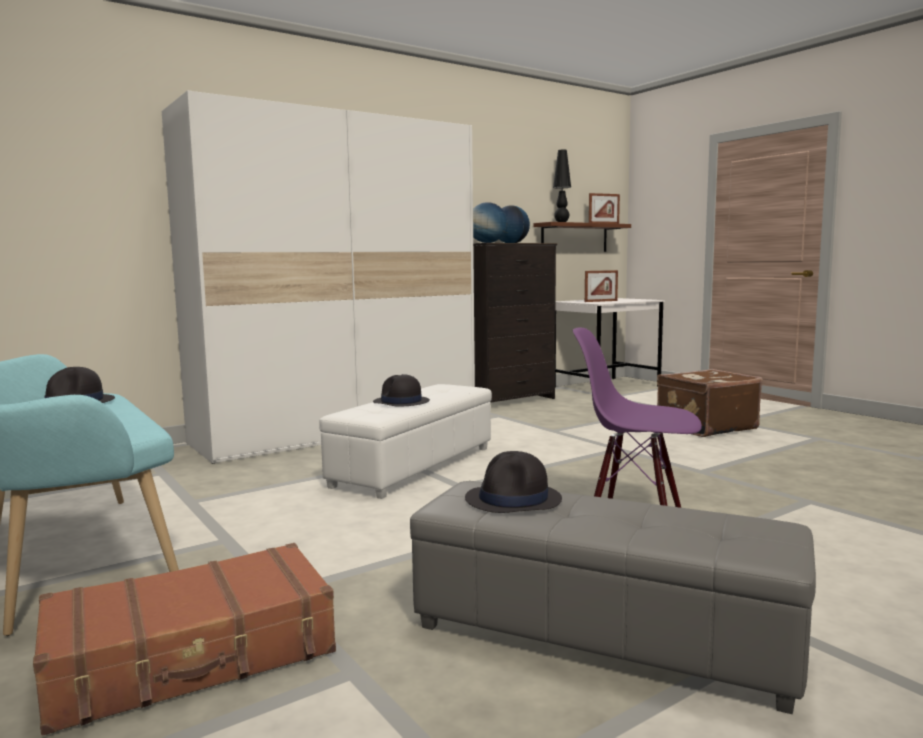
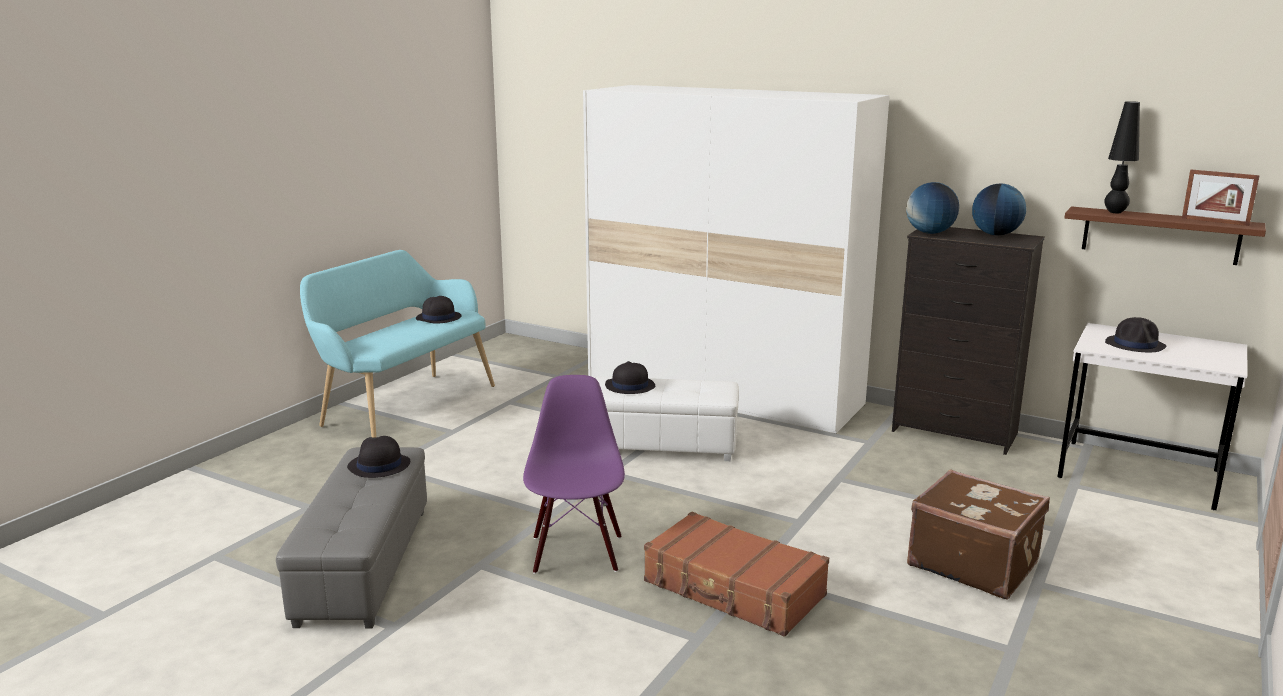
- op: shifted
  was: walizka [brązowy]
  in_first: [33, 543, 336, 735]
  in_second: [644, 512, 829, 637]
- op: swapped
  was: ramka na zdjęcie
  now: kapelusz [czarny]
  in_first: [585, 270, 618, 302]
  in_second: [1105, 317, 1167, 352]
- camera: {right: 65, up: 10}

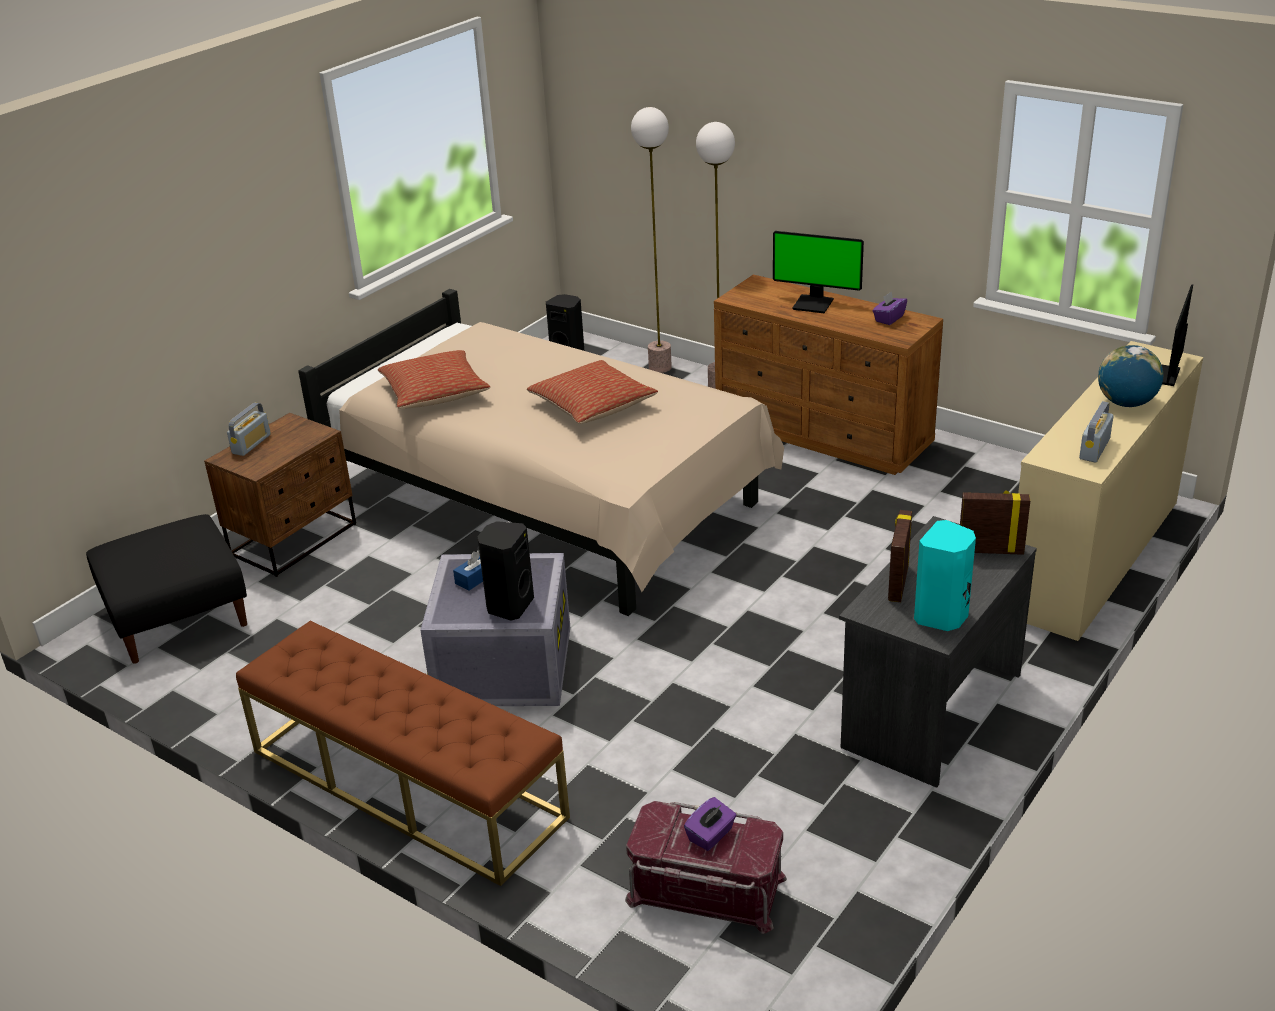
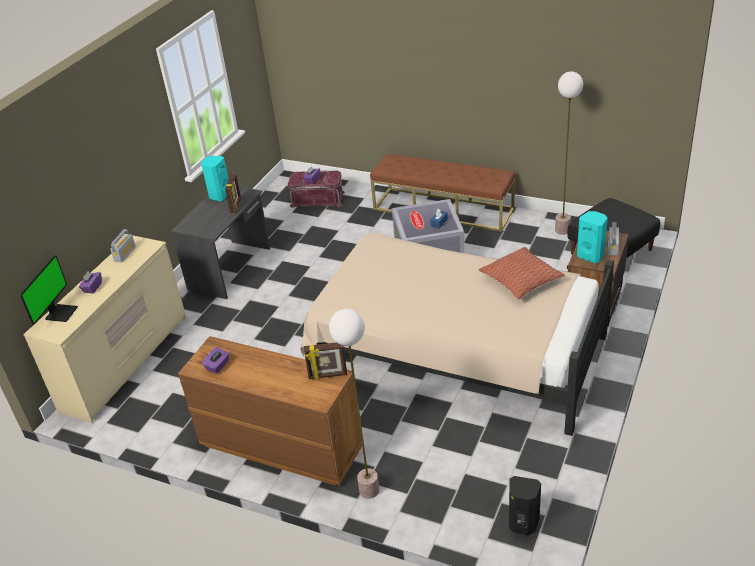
- op: gone
  was: głośnik [czarny]
  in_first: [477, 521, 534, 621]
- op: gone
  was: poduszka
  in_first: [527, 360, 658, 424]
- op: gone
  was: monitor
  in_first: [773, 231, 864, 313]
- op: new
  now: głośnik [turkusowy]
  in_second: [577, 211, 608, 263]
- op: shifted
  was: lampa stojąca
  in_first: [631, 107, 672, 373]
  in_second: [555, 71, 583, 235]
- op: shifted
  was: ramka na zdjęcie
  in_first: [960, 490, 1030, 555]
  in_second: [304, 342, 347, 379]
- op: swapped
  was: globus
  now: pudełko chusteczek [fioletowy]
  in_first: [1098, 345, 1163, 407]
  in_second: [79, 271, 102, 294]
- camera: {right: 170, up: 5}

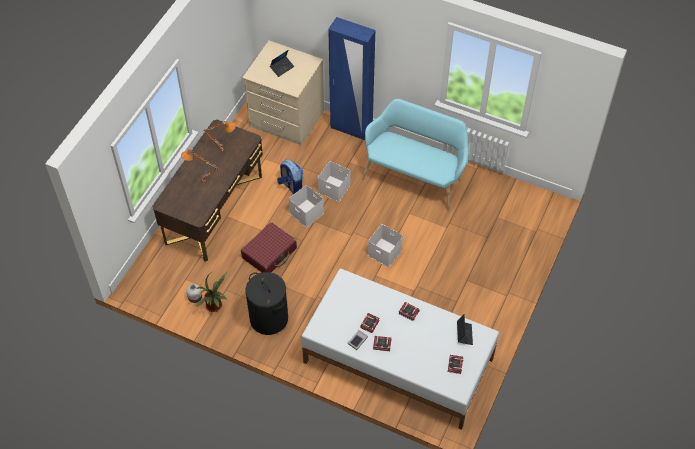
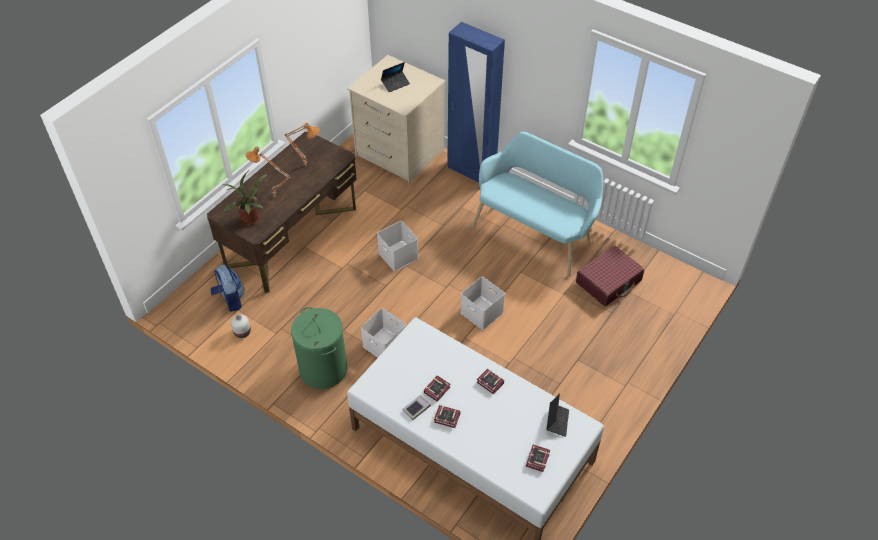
- op: shifted
  was: roślina doniczkowa
  in_first: [196, 271, 228, 312]
  in_second: [223, 172, 267, 225]
- op: shifted
  was: walizka [czerwony]
  in_first: [241, 222, 297, 273]
  in_second: [576, 245, 644, 306]
- op: shifted
  was: plecak
  in_first: [277, 159, 303, 194]
  in_second: [210, 264, 245, 312]
- op: shifted
  was: pojemnik do przechowywania [biały]
  in_first: [318, 161, 351, 202]
  in_second: [361, 308, 406, 358]
- op: repainted
  was: kosz na pranie [czarny]
  now: kosz na pranie [zielony]
  in_first: [245, 272, 288, 335]
  in_second: [291, 307, 347, 389]
- camera: {right: 10, up: -5}

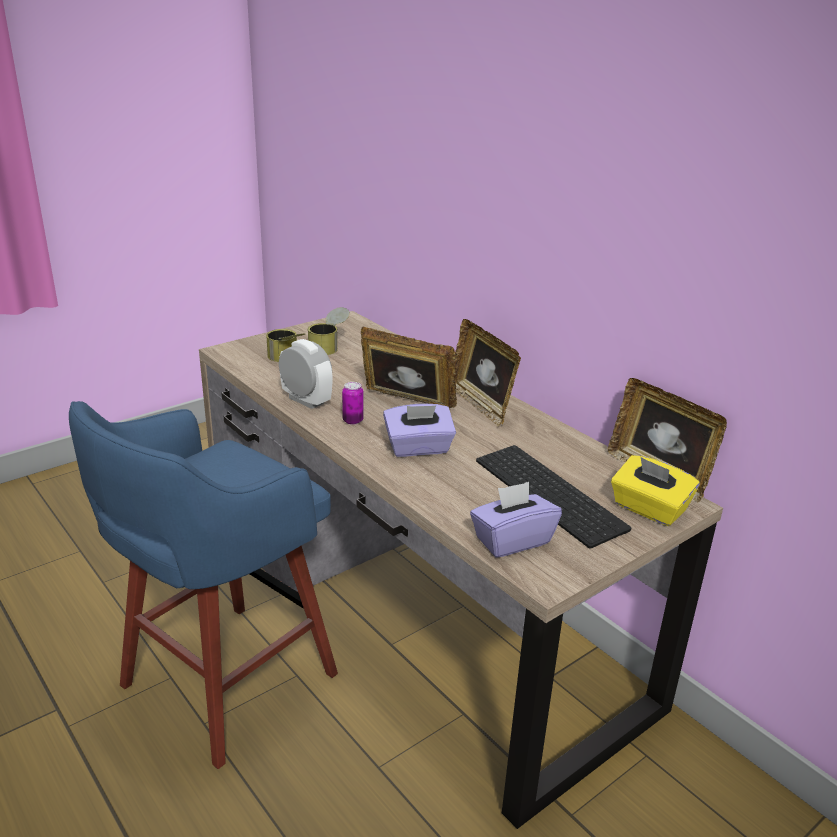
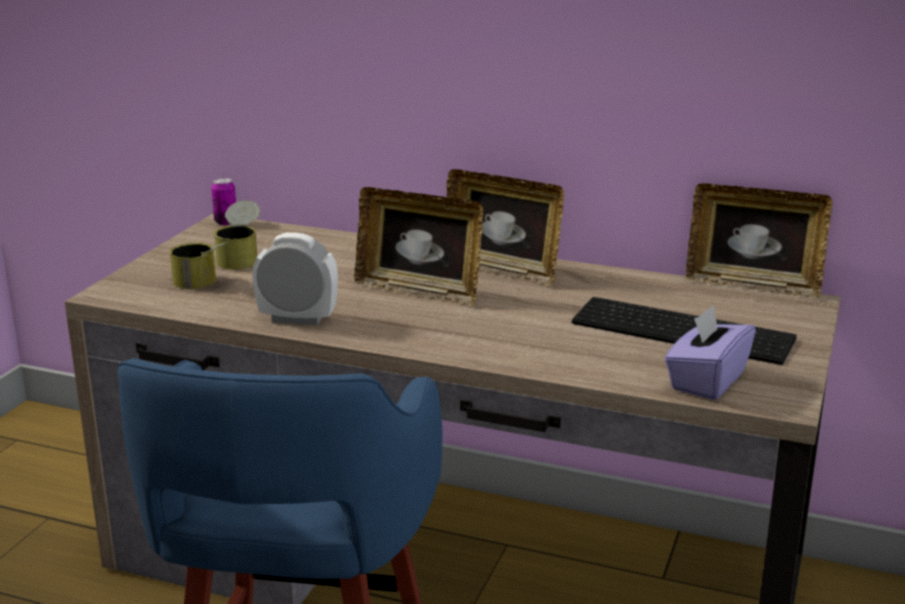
- op: gone
  was: pudełko chusteczek [fioletowy]
  in_first: [383, 404, 456, 457]
- op: gone
  was: pudełko chusteczek [żółty]
  in_first: [611, 455, 700, 526]
- op: shifted
  was: puszka
  in_first: [342, 382, 363, 425]
  in_second: [211, 178, 236, 225]
- op: rotated
  was: ramka na zdjęcie
  in_first: [361, 326, 457, 408]
  in_second: [354, 187, 483, 306]
  clockwise: -150
- camera: {right: -30, up: -5}

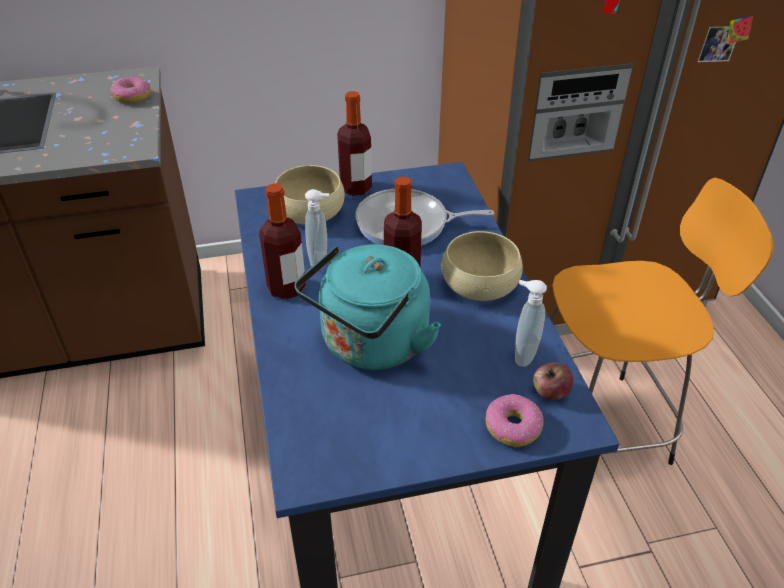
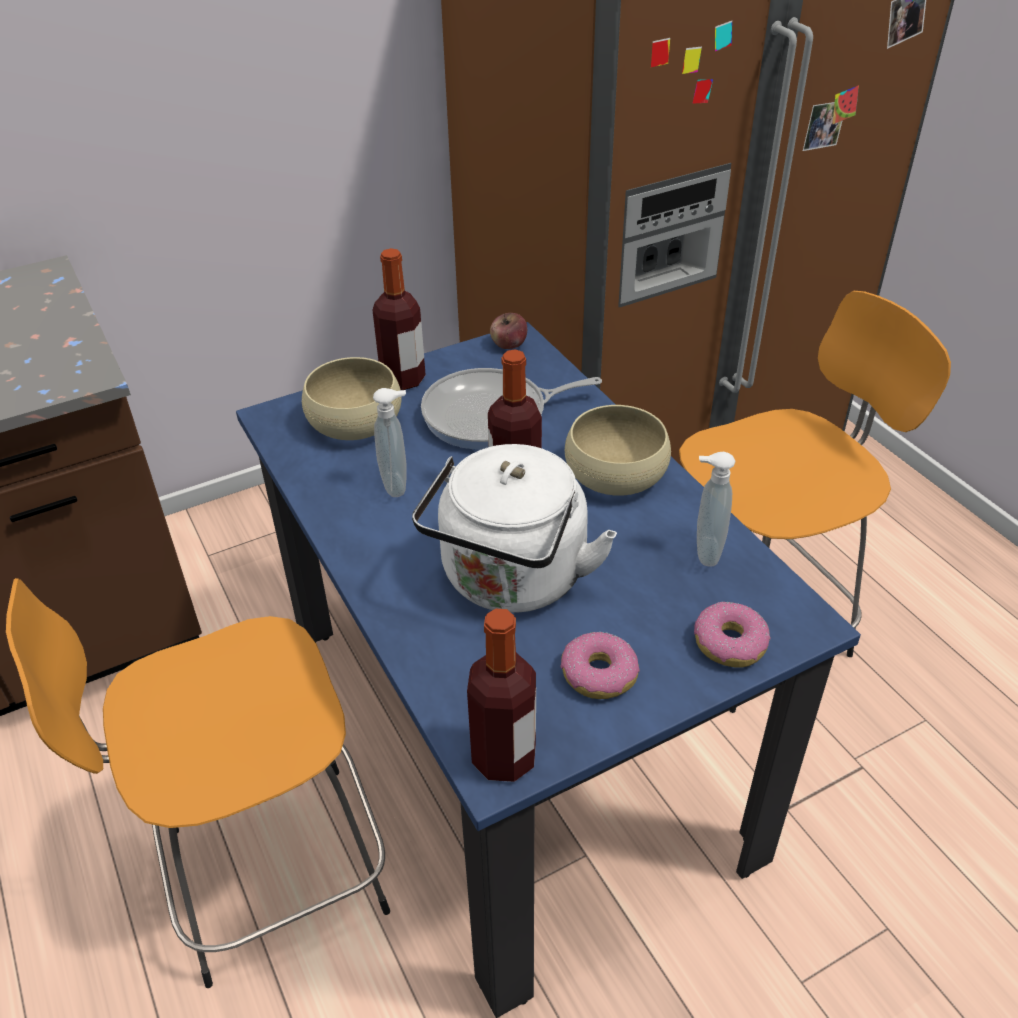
- op: new
  now: stołek [pomarańczowy]
  in_second: [6, 578, 390, 988]
- op: shifted
  was: donut
  in_first: [111, 77, 151, 103]
  in_second: [560, 632, 640, 699]
- op: shifted
  was: butelka
  in_first: [259, 183, 306, 300]
  in_second: [467, 609, 536, 782]
- op: shifted
  was: jabłko
  in_first: [533, 362, 573, 400]
  in_second: [490, 313, 527, 349]
- op: repainted
  was: czajnik [turkusowy]
  now: czajnik [biały]
  in_first: [294, 244, 441, 370]
  in_second: [412, 444, 617, 613]
- camera: {right: -15, up: 0}

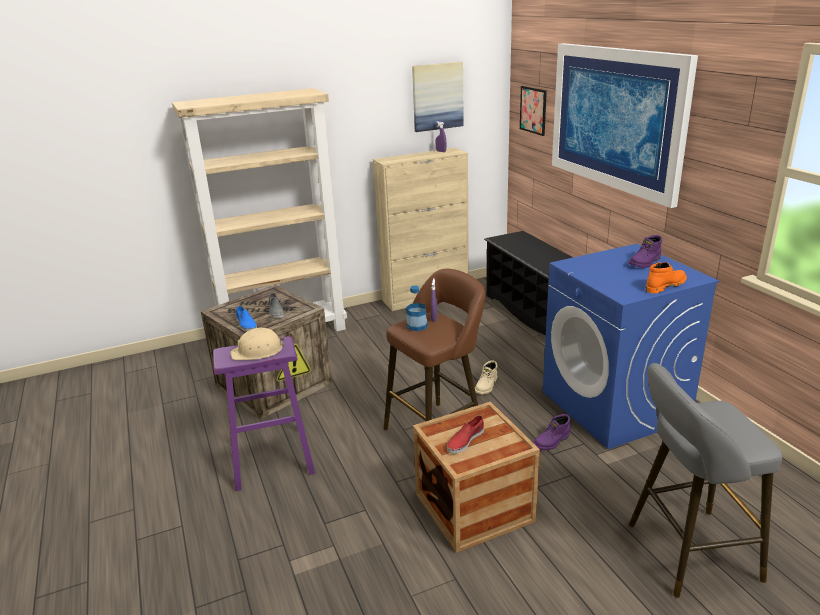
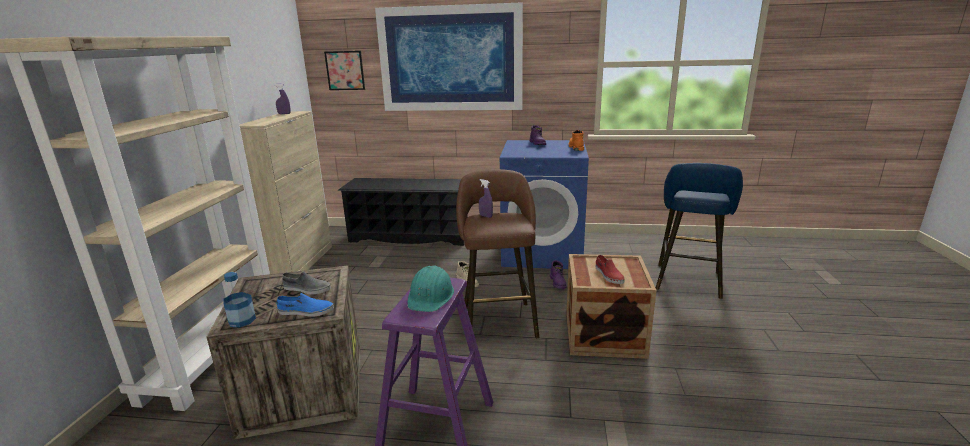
- op: gone
  was: obraz
  in_first: [412, 62, 464, 132]
- op: shifted
  was: butelka
  in_first: [406, 285, 428, 331]
  in_second: [223, 272, 256, 327]
- op: repainted
  was: kask [beżowy]
  now: kask [turkusowy]
  in_first: [231, 328, 285, 360]
  in_second: [407, 266, 454, 312]
- op: repainted
  was: stołek [szary]
  now: stołek [niebieski]
  in_first: [629, 363, 783, 598]
  in_second: [656, 163, 743, 299]
- camera: {right: -60, up: -5}

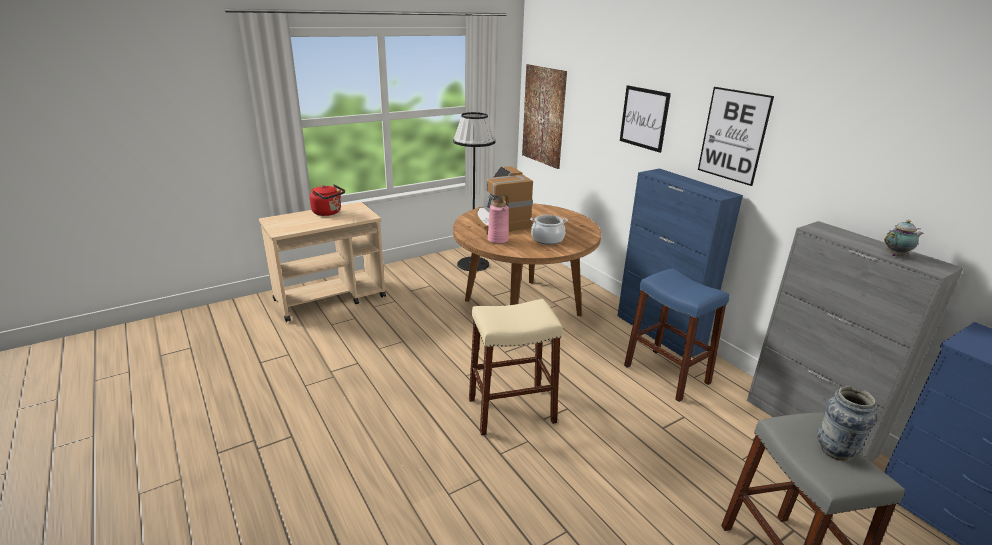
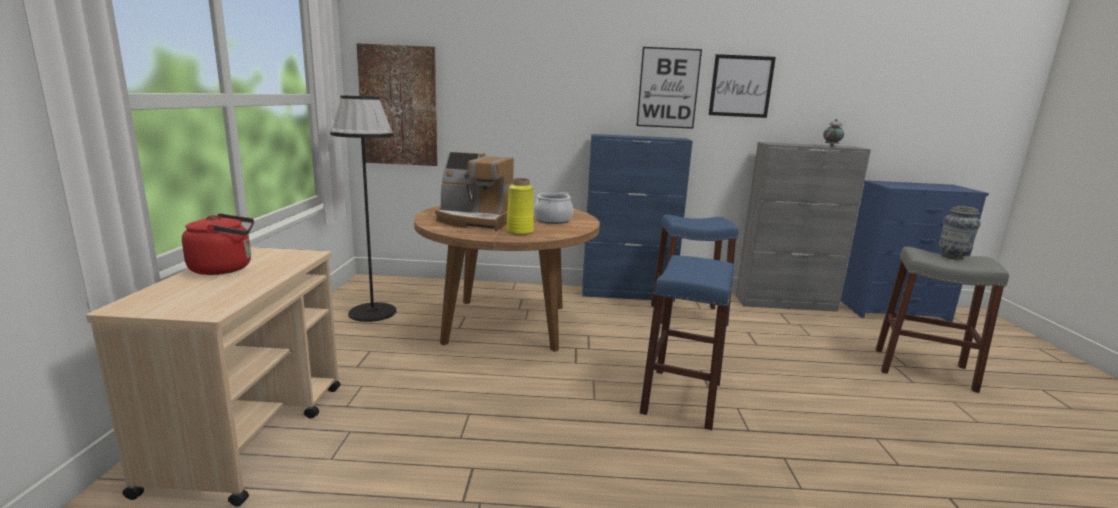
- op: shifted
  was: obraz
  in_first: [620, 85, 671, 153]
  in_second: [709, 54, 776, 118]
- op: repainted
  was: stołek [beżowy]
  now: stołek [niebieski]
  in_first: [469, 299, 563, 436]
  in_second: [640, 255, 734, 430]
- op: repainted
  was: wazon [różowy]
  now: wazon [żółty]
  in_first: [488, 199, 509, 244]
  in_second: [506, 178, 534, 235]
- camera: {right: -55, up: -10}

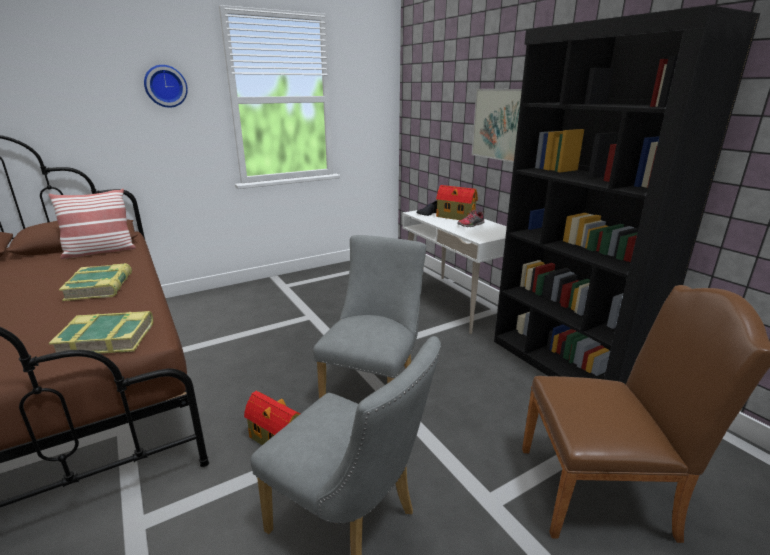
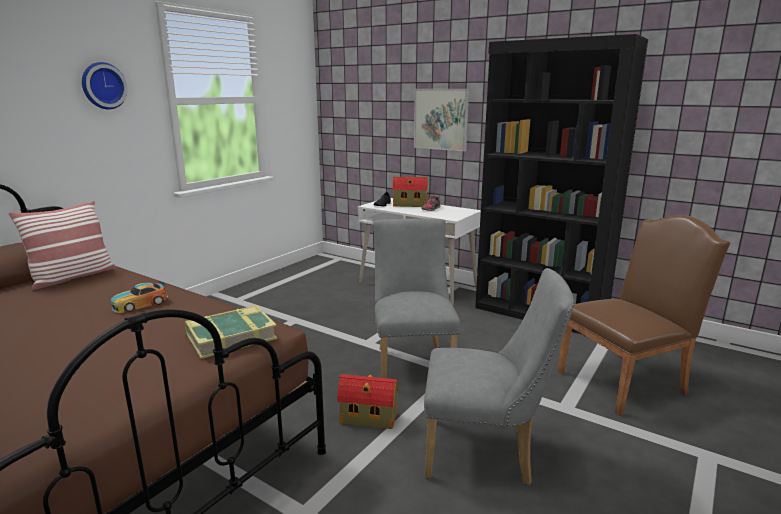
- op: swapped
  was: książka
  now: samochodzik
  in_first: [59, 263, 132, 301]
  in_second: [111, 281, 168, 313]
- camera: {right: -25, up: -5}

